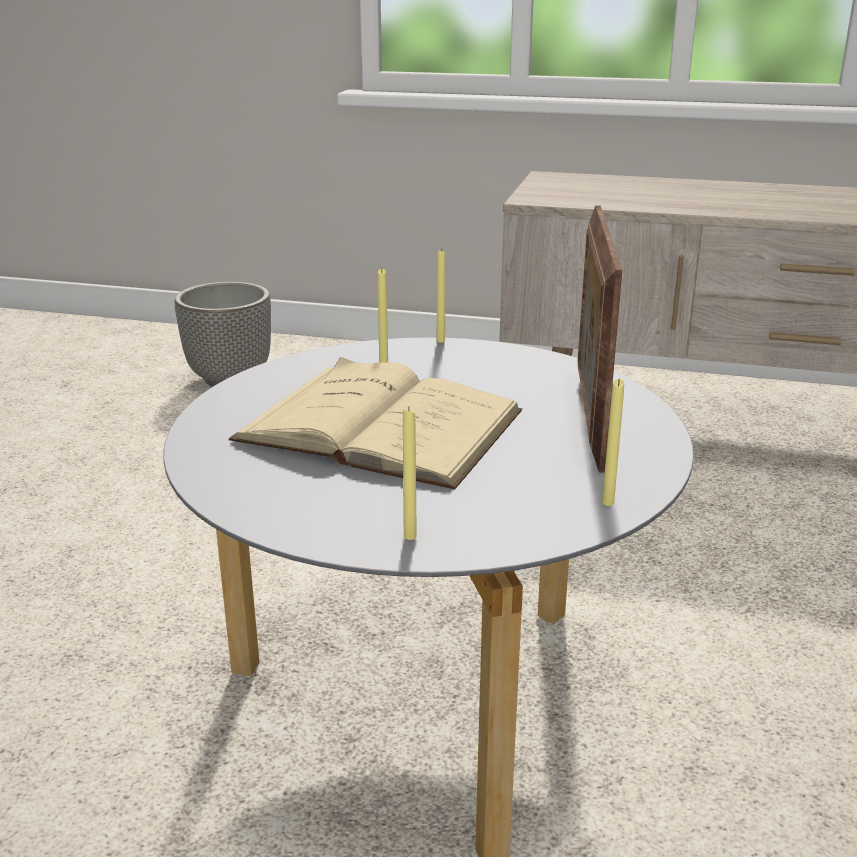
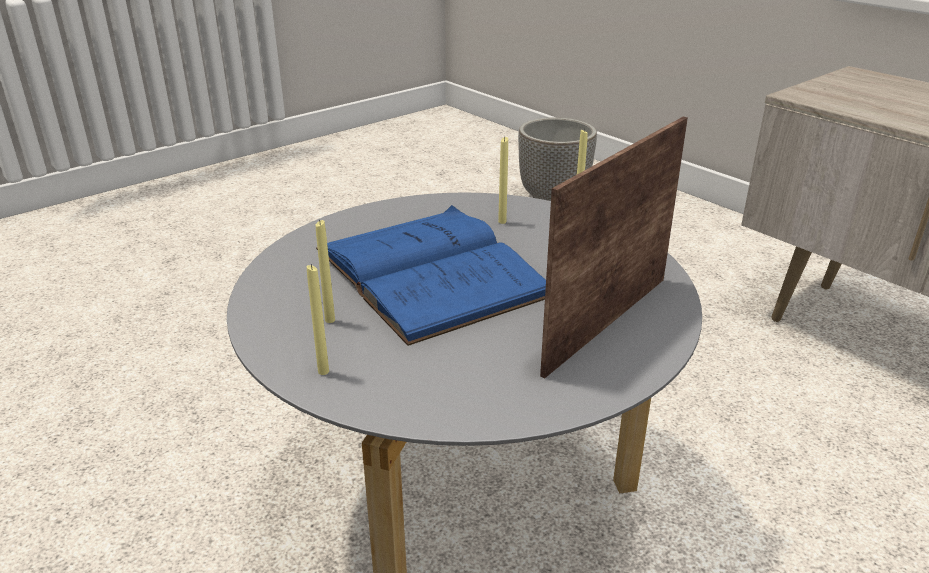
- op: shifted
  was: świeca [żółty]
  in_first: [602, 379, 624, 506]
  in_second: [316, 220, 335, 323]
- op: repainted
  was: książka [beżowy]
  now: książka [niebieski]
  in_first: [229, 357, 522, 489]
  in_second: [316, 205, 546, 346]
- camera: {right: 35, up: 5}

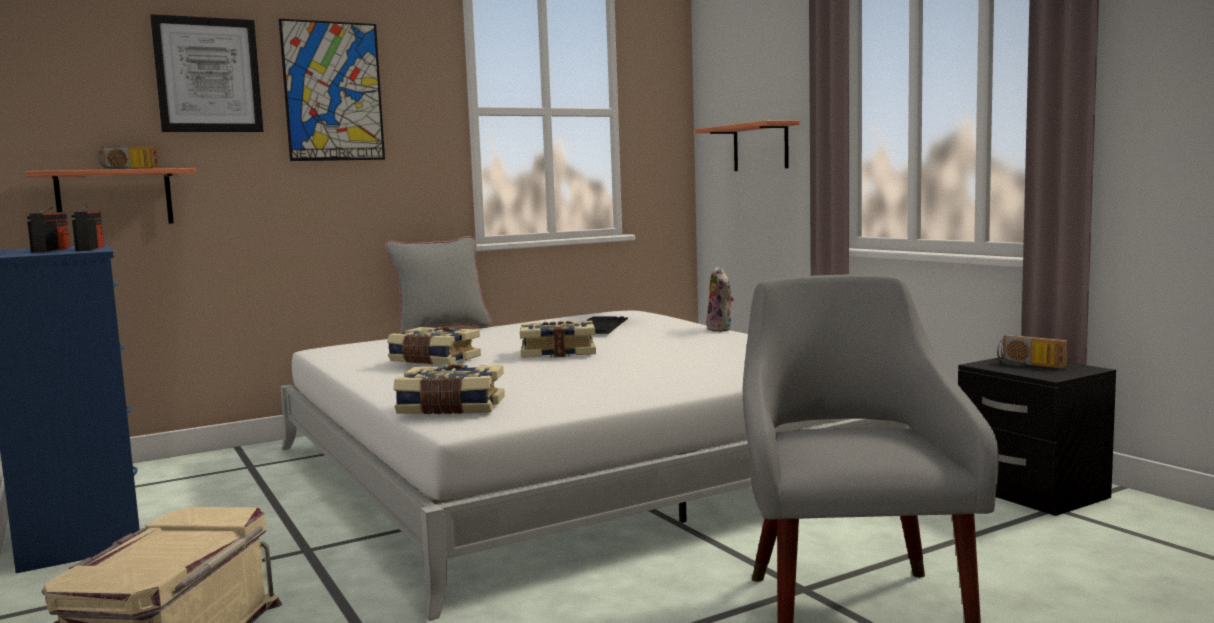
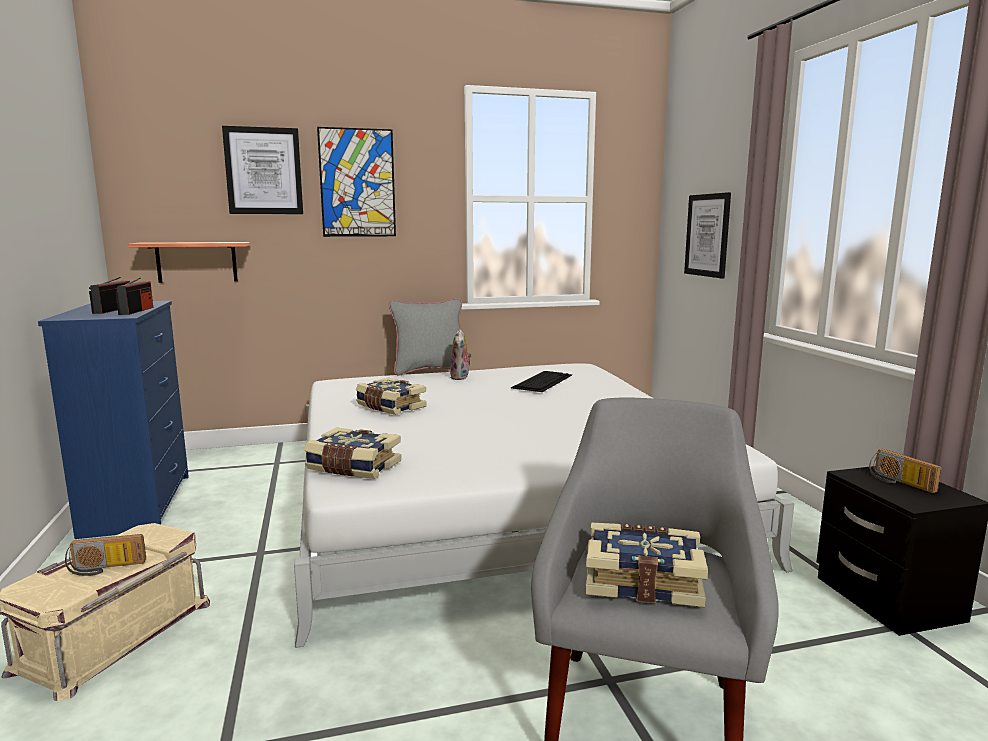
- op: shifted
  was: radio
  in_first: [97, 146, 160, 170]
  in_second: [65, 534, 146, 576]
- op: shifted
  was: książka
  in_first: [520, 320, 596, 358]
  in_second: [585, 523, 708, 607]
- op: shifted
  was: pluszak
  in_first: [704, 266, 734, 332]
  in_second: [450, 329, 472, 380]
- op: swapped
  was: półka
  now: obraz
  in_first: [694, 120, 800, 171]
  in_second: [684, 192, 731, 278]
- camera: {right: 15, up: 5}

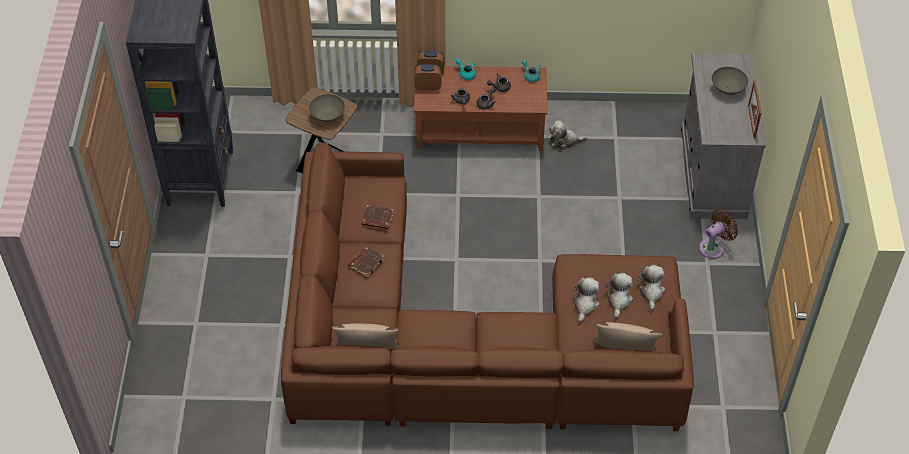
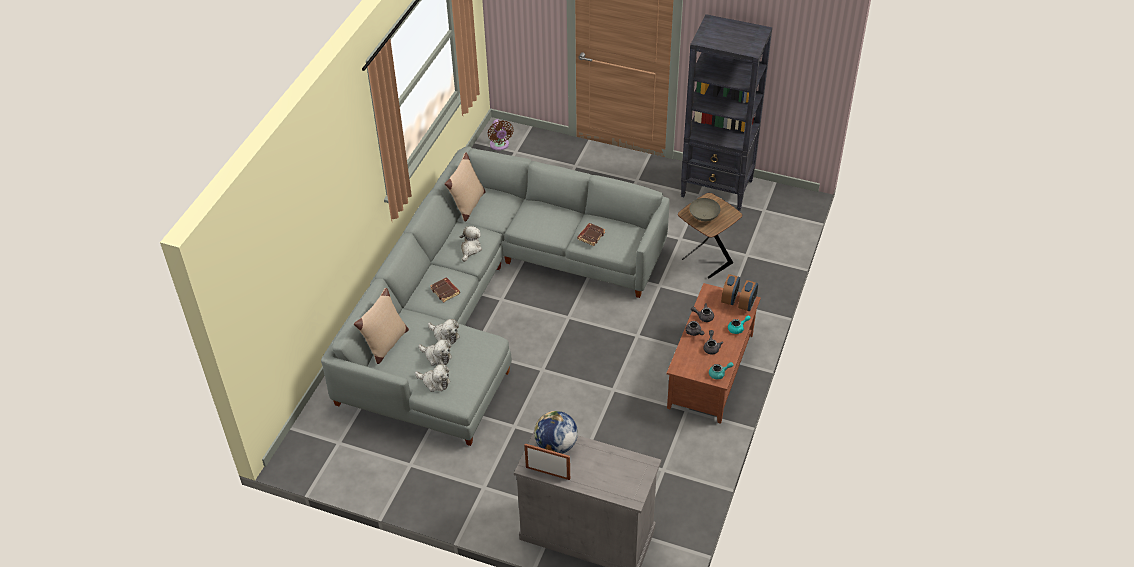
- op: gone
  was: miska [szary]
  in_first: [712, 67, 748, 95]
- op: new
  now: globus
  in_second: [534, 411, 578, 454]
- op: shifted
  was: książka [brązowy]
  in_first: [349, 246, 385, 278]
  in_second: [430, 277, 460, 303]
- op: shifted
  was: pluszak
  in_first: [549, 120, 587, 150]
  in_second: [460, 226, 482, 262]
- op: shifted
  was: wentylator [brązowy]
  in_first: [699, 209, 738, 259]
  in_second: [487, 119, 514, 151]
- op: repainted
  was: kanapa [brązowy]
  now: kanapa [szary]
  in_first: [281, 142, 694, 431]
  in_second: [321, 146, 670, 446]
- camera: {right: 110, up: -5}

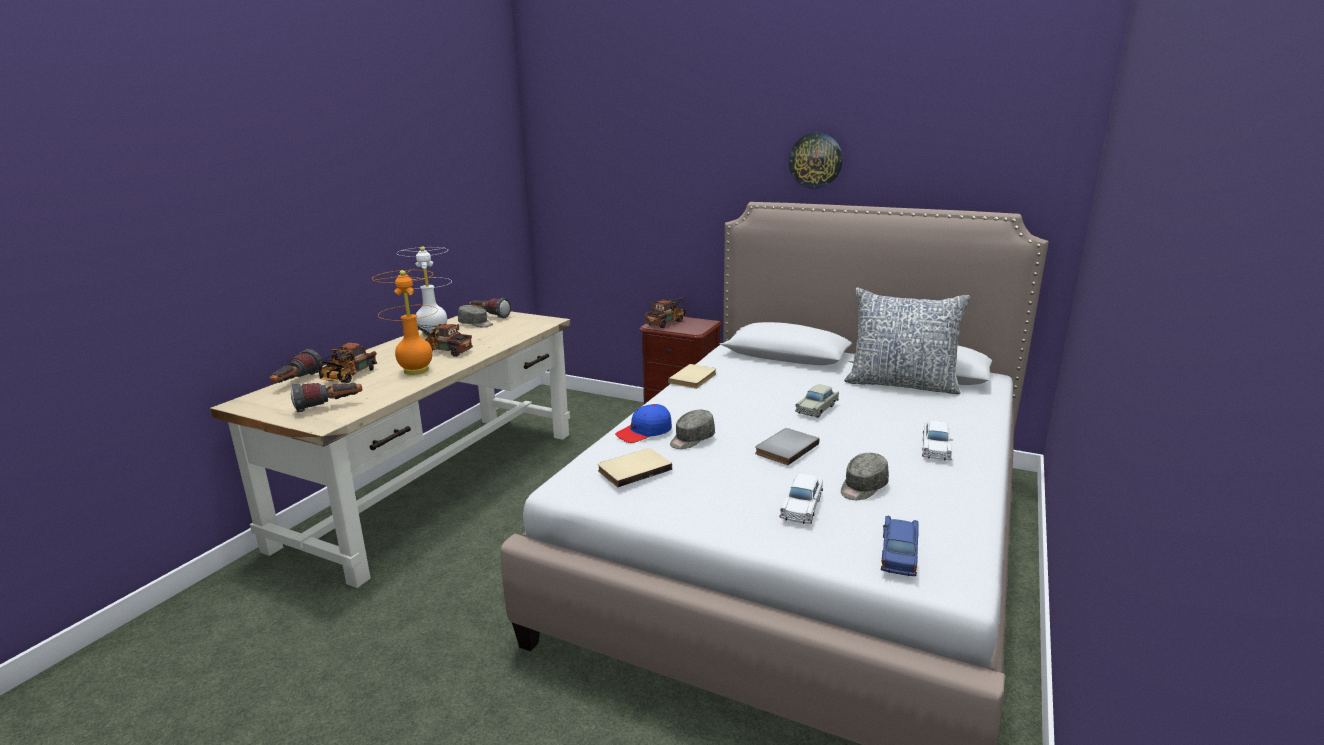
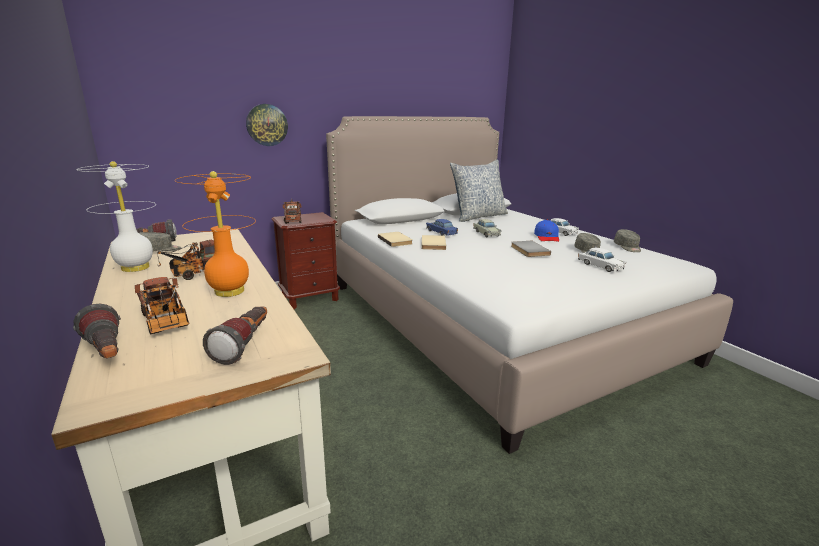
- op: shifted
  was: książka [beżowy]
  in_first: [598, 448, 672, 488]
  in_second: [421, 235, 446, 250]
- op: shifted
  was: czapka z daszkiem [niebieski]
  in_first: [615, 404, 672, 443]
  in_second: [534, 220, 559, 242]
- op: shifted
  was: czapka z daszkiem [szary]
  in_first: [670, 410, 715, 449]
  in_second: [614, 229, 641, 252]
- op: shifted
  was: zegar ścienny
  in_first: [788, 133, 843, 189]
  in_second: [246, 104, 288, 146]
- op: shifted
  was: samochodzik [niebieski]
  in_first: [881, 516, 919, 576]
  in_second: [426, 219, 458, 236]
- camera: {right: -55, up: 0}

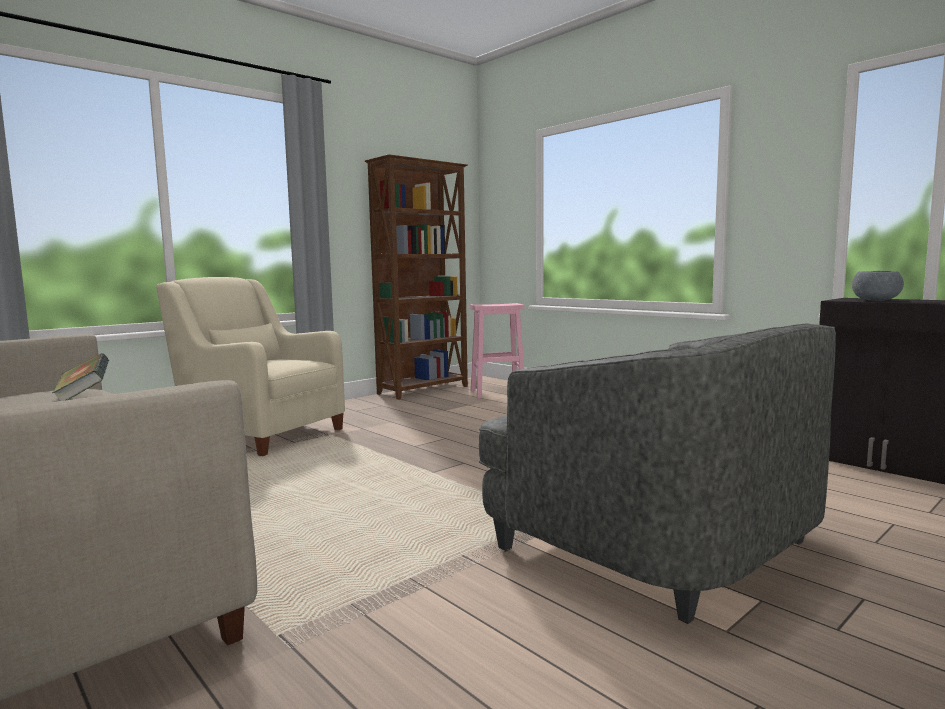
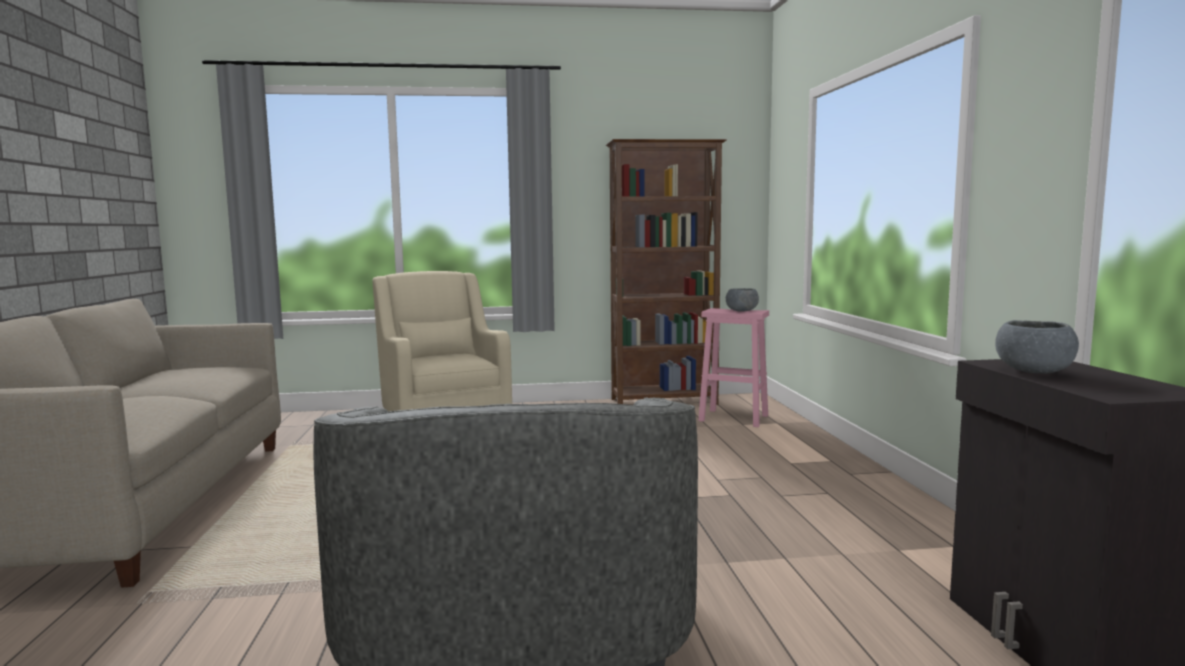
- op: gone
  was: książka
  in_first: [52, 353, 109, 401]
- op: new
  now: miska [szary]
  in_second: [726, 288, 759, 312]
- camera: {right: 35, up: 0}

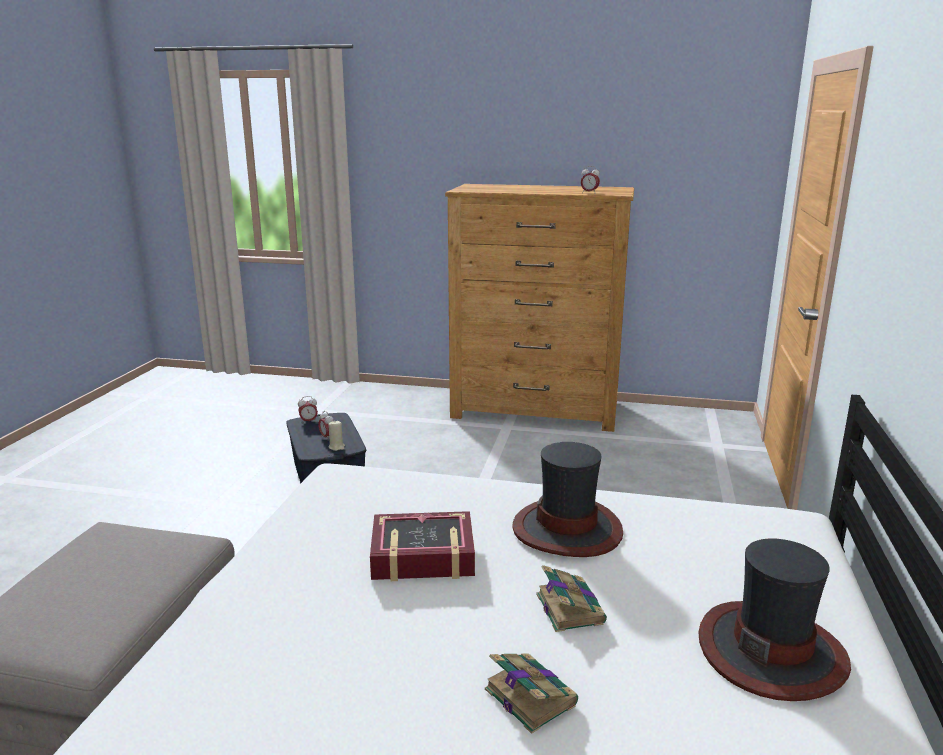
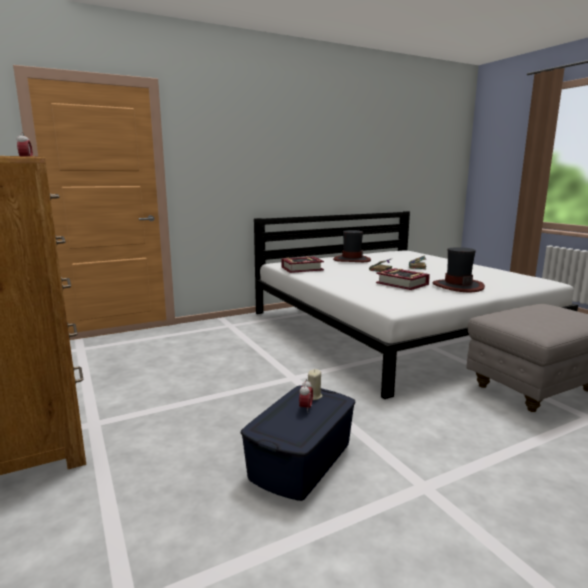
- op: gone
  was: budzik
  in_first: [298, 396, 318, 424]
- op: new
  now: książka
  in_second: [281, 256, 324, 273]
- op: shifted
  was: kapelusz
  in_first: [512, 442, 623, 557]
  in_second: [433, 247, 485, 292]
- camera: {right: -130, up: -5}

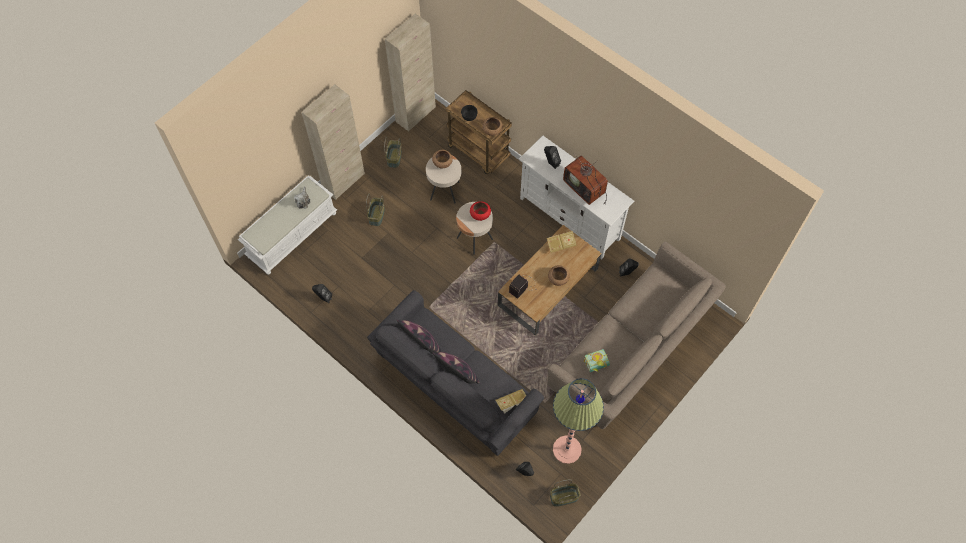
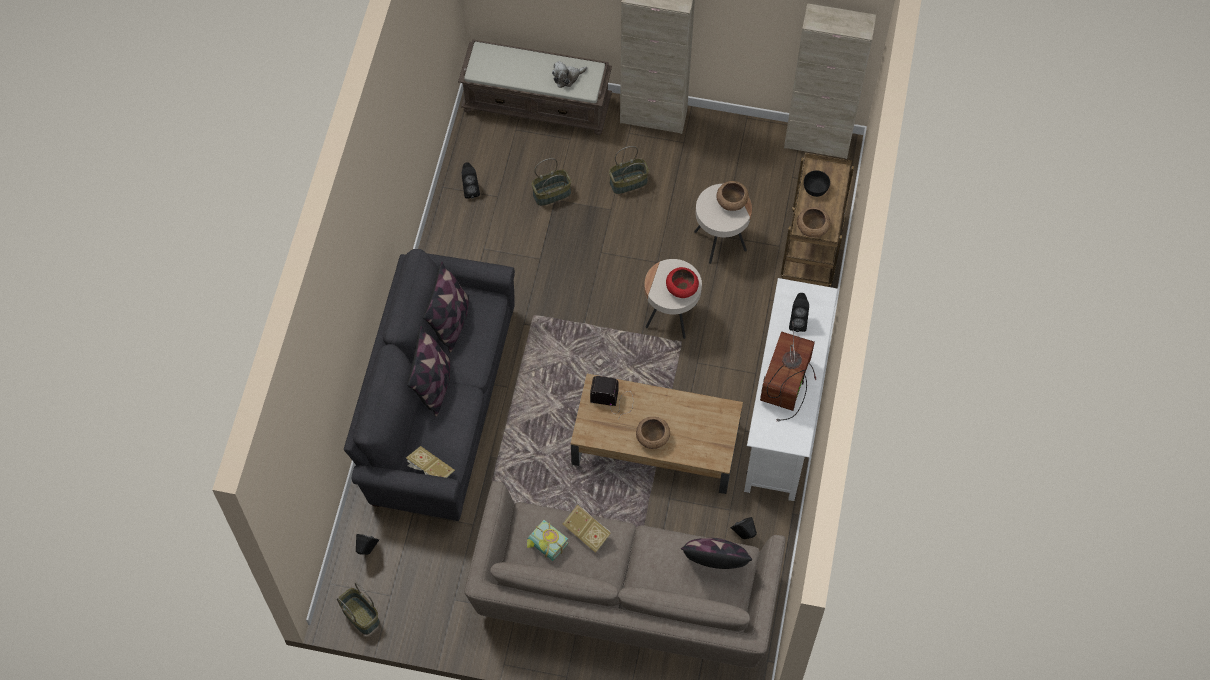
- op: gone
  was: lampa stojąca
  in_first: [553, 378, 604, 464]
- op: new
  now: poduszka
  in_second: [681, 538, 752, 569]
- op: shifted
  was: koszyk
  in_first: [384, 137, 402, 168]
  in_second: [531, 158, 572, 206]
- op: shifted
  was: książka
  in_first: [547, 231, 577, 253]
  in_second: [563, 504, 611, 553]
- op: repainted
  was: ławka [biały]
  now: ławka [brązowy]
  in_first: [238, 176, 337, 275]
  in_second: [458, 39, 612, 135]
- camera: {right: 60, up: 0}

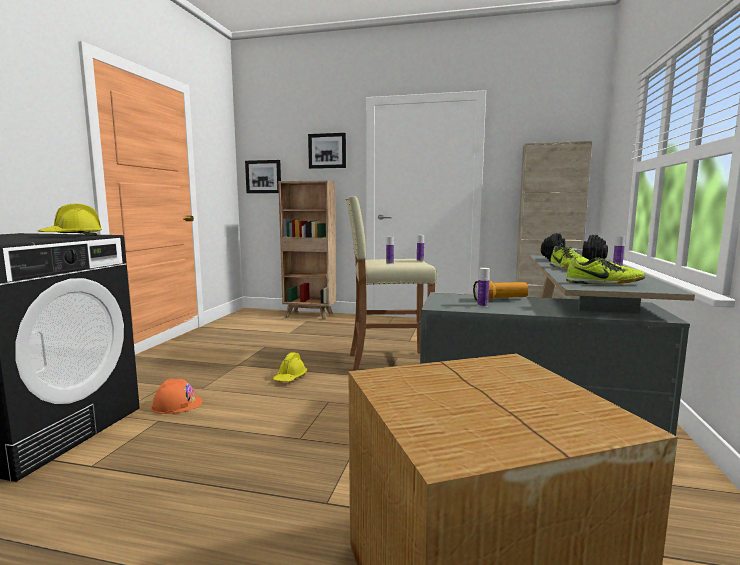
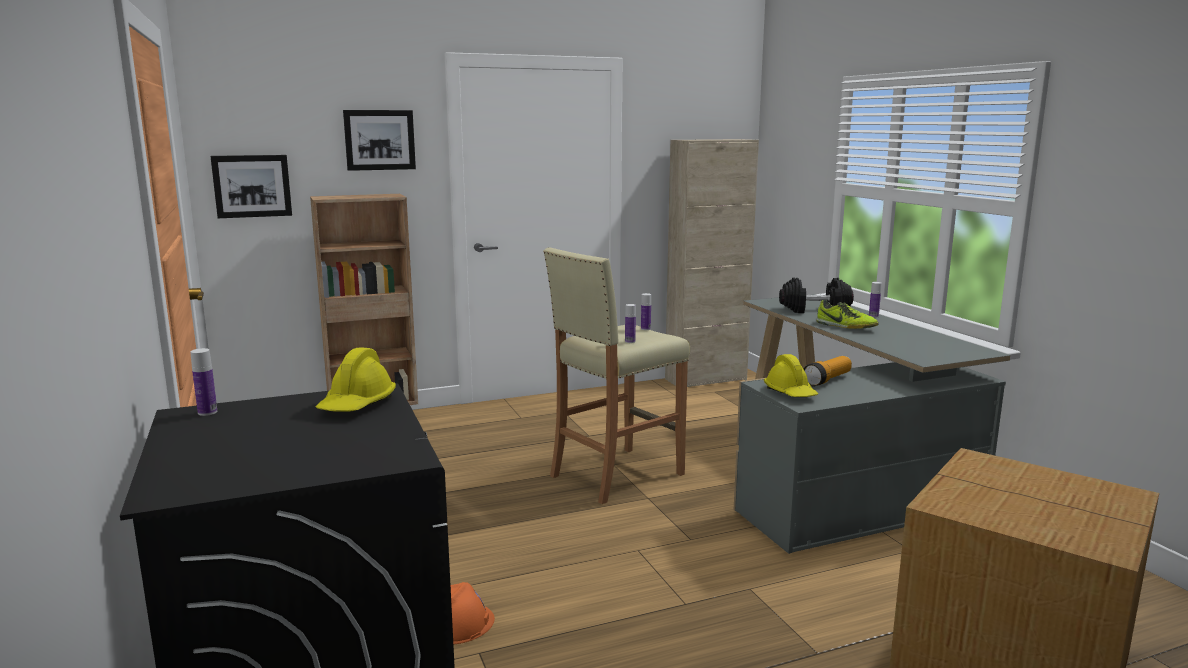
- op: gone
  was: but
  in_first: [566, 257, 645, 284]
- op: shifted
  was: kask [żółty]
  in_first: [273, 352, 307, 382]
  in_second: [764, 354, 818, 397]
- op: shifted
  was: butelka
  in_first: [478, 268, 490, 307]
  in_second: [190, 348, 217, 416]
- camera: {right: -35, up: 5}

